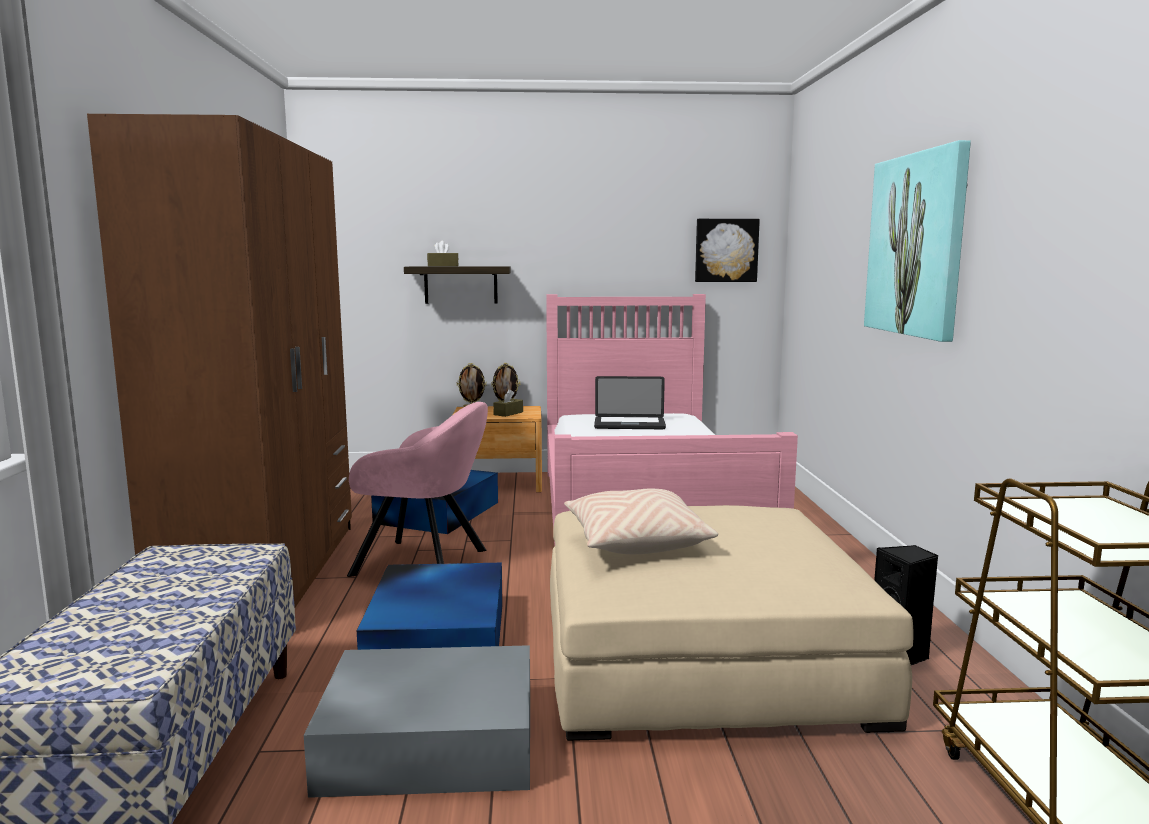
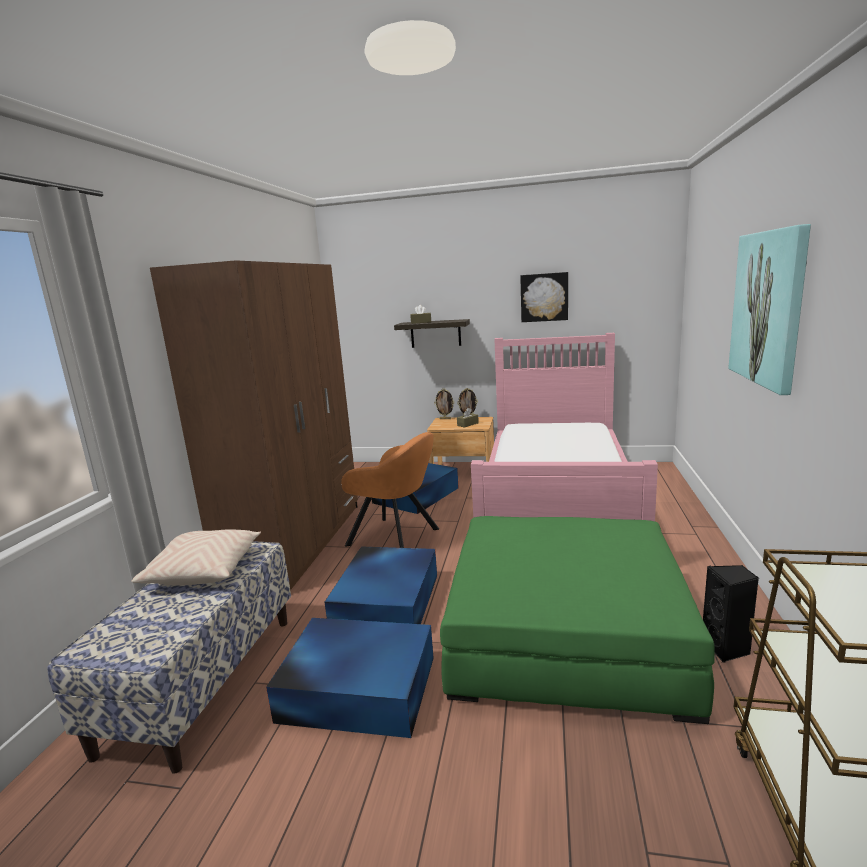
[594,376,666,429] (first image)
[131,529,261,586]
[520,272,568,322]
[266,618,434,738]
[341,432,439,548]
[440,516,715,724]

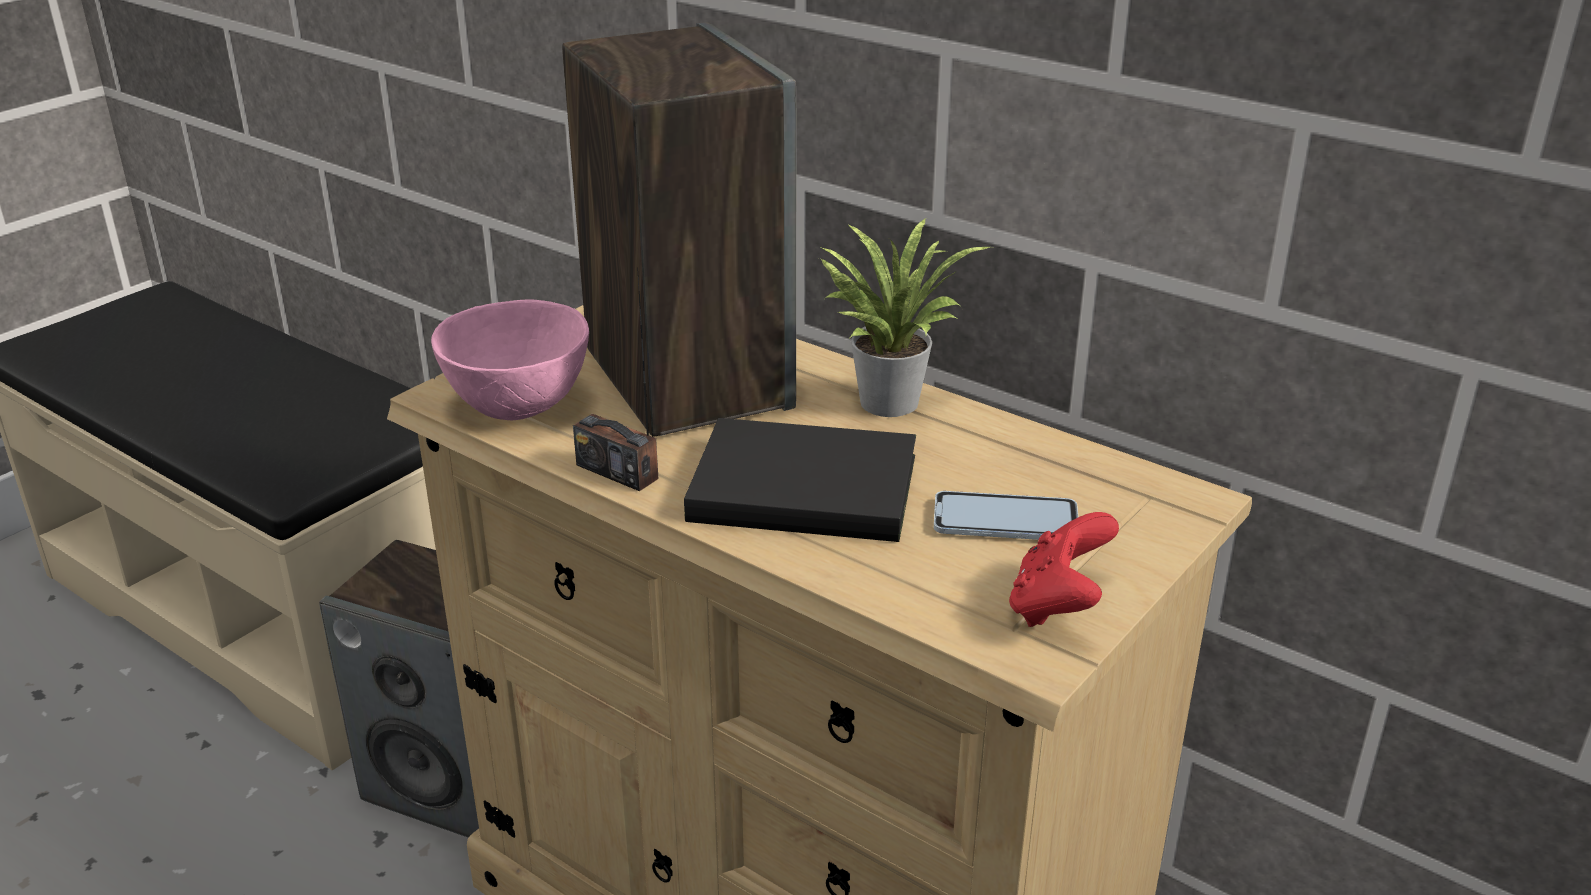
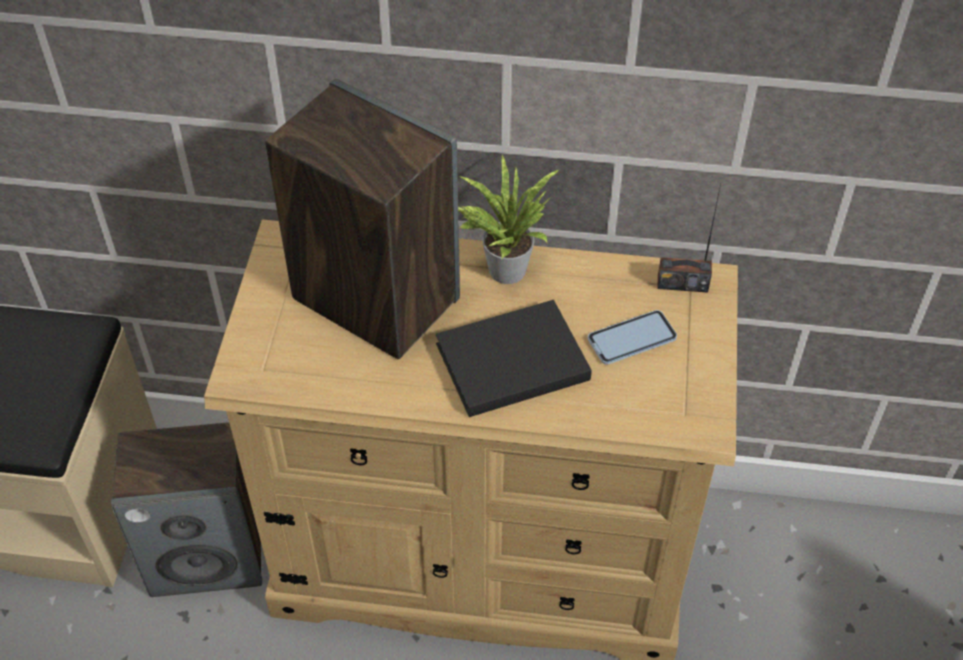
[431,299,589,420] (first image)
[1009,512,1119,627] (first image)
[658,184,721,293]

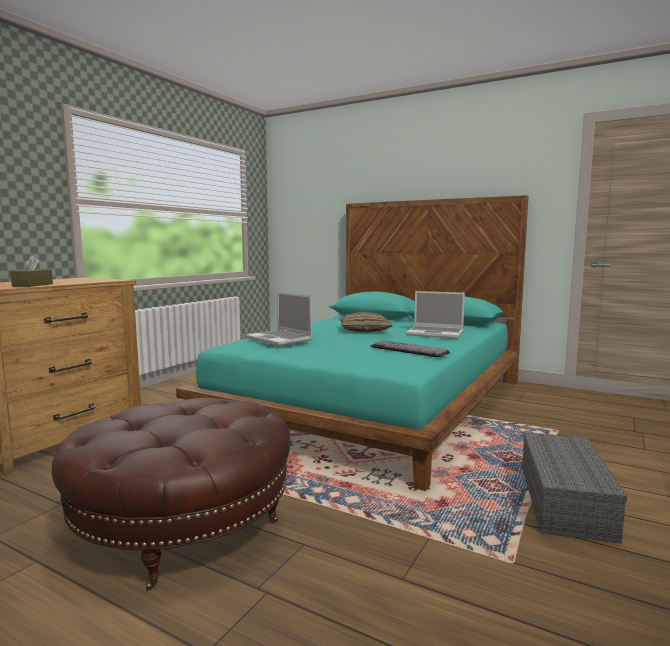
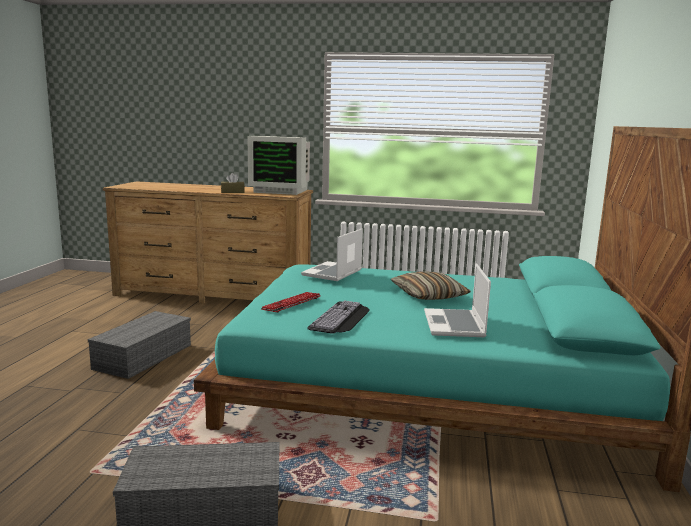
[247,136,310,195]
[261,292,321,313]
[88,311,191,379]

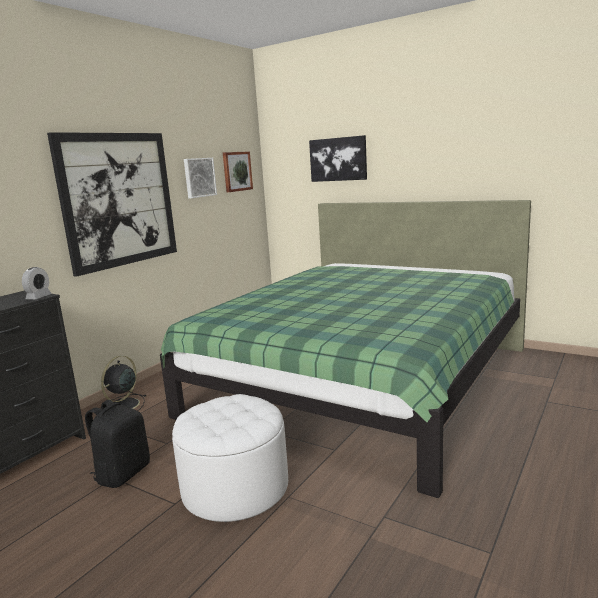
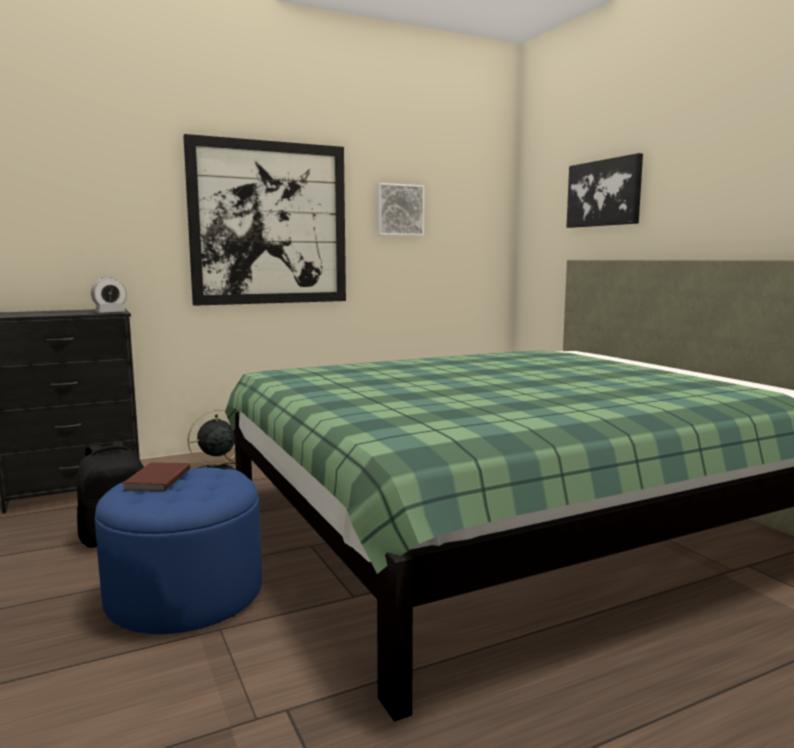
[223,151,253,192] (first image)
[122,462,190,492]
[95,467,262,634]

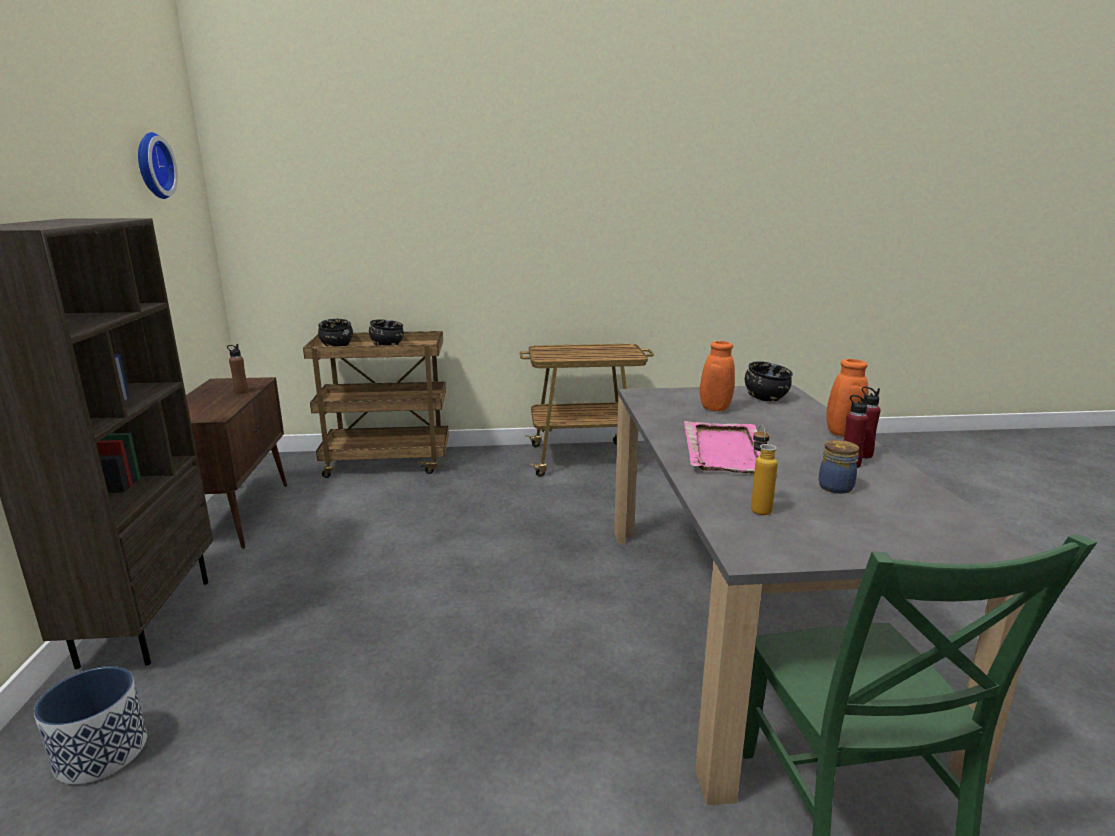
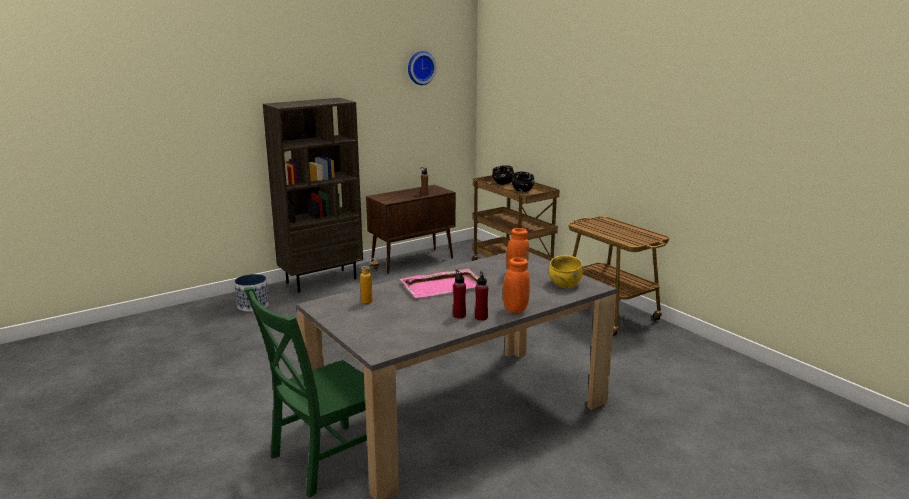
[819,440,859,494] (first image)
[549,255,583,288]

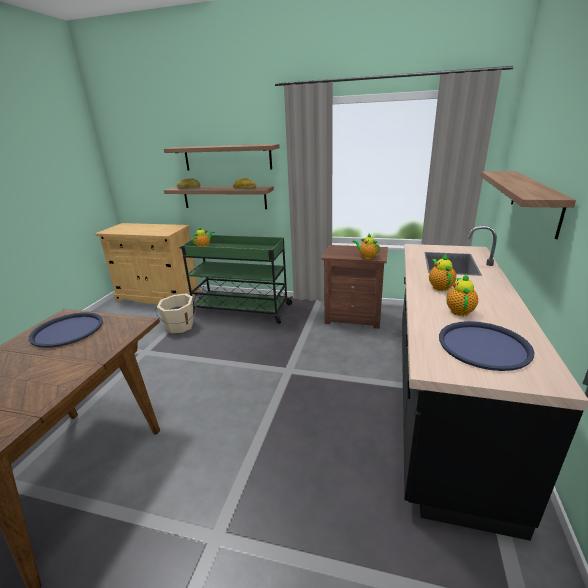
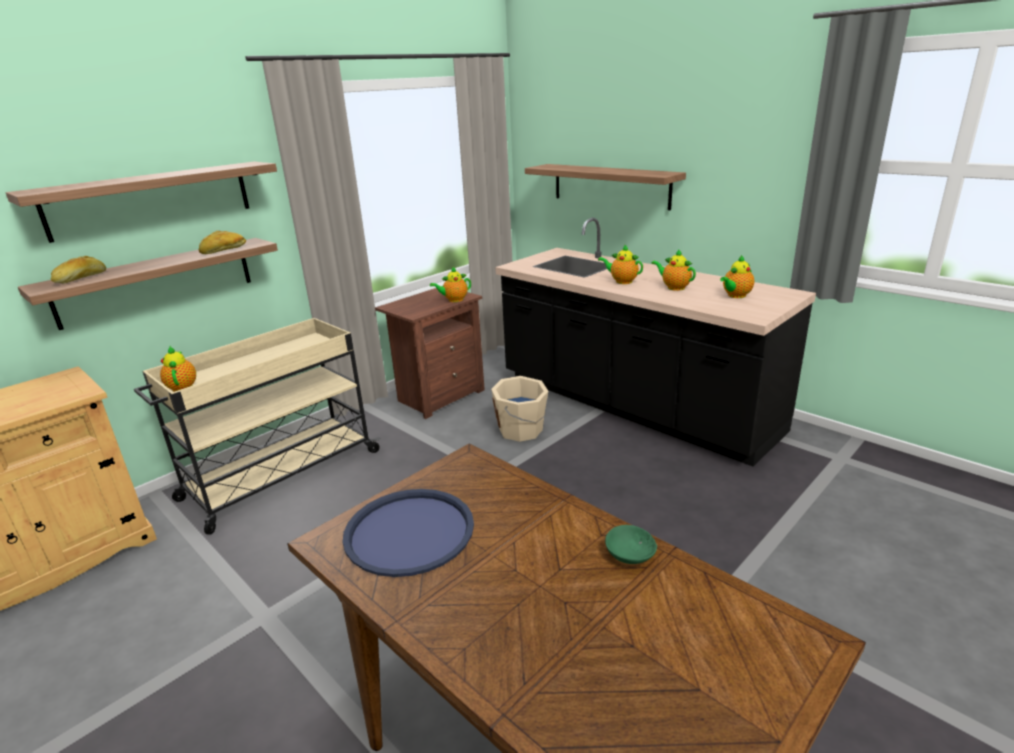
[605,525,657,564]
[491,376,548,442]
[720,255,755,298]
[134,318,380,535]

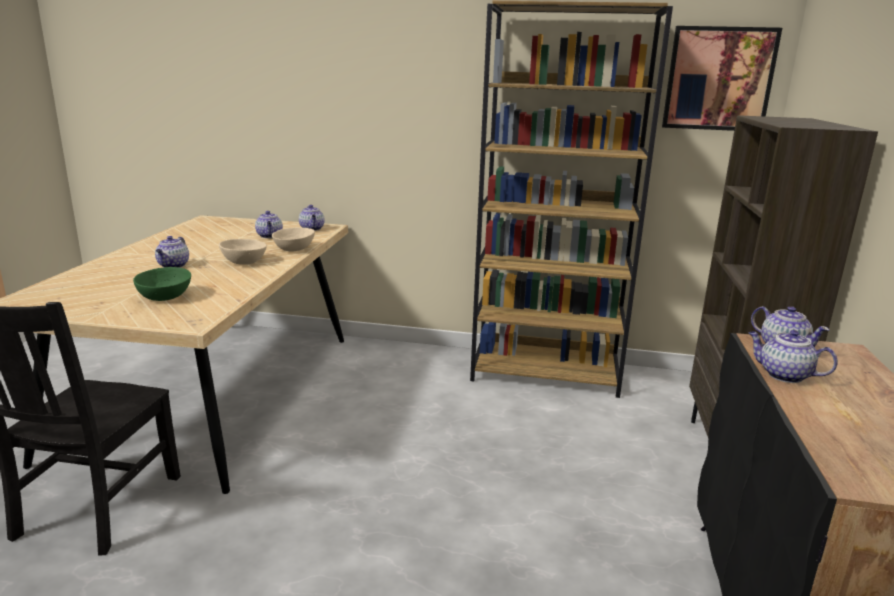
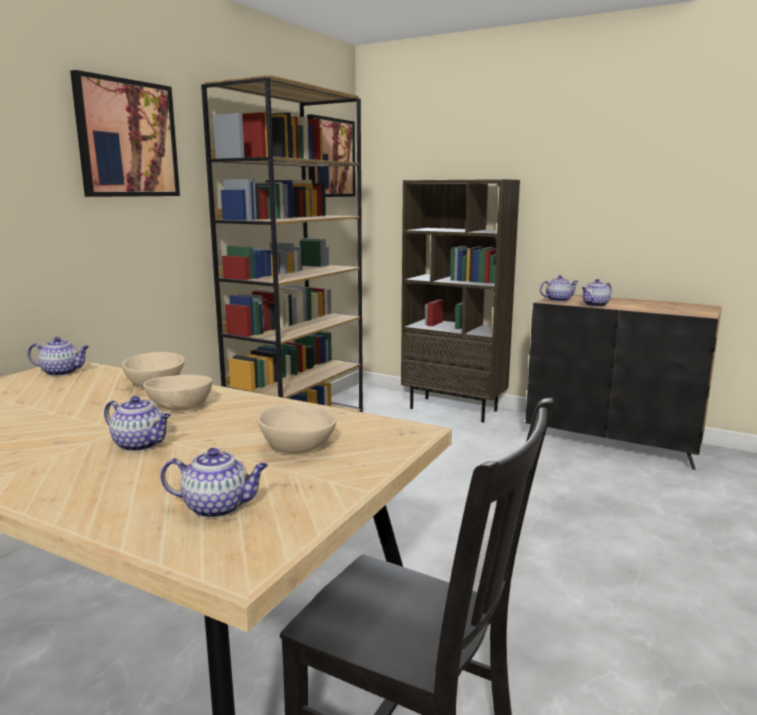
[70,70,180,197]
[161,448,268,518]
[257,403,337,454]

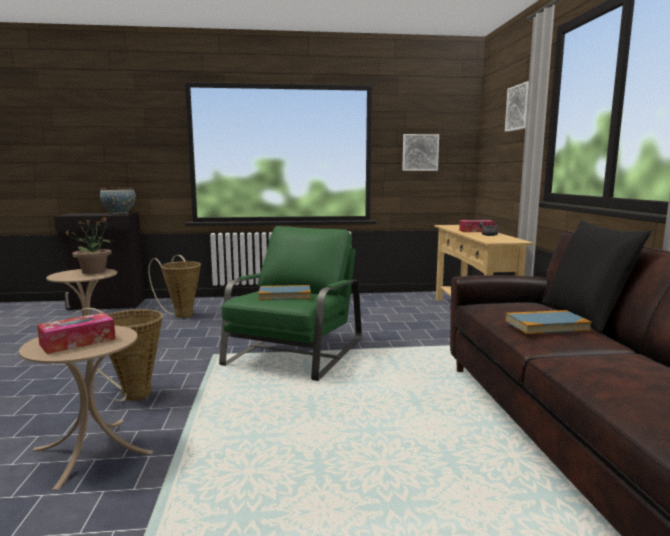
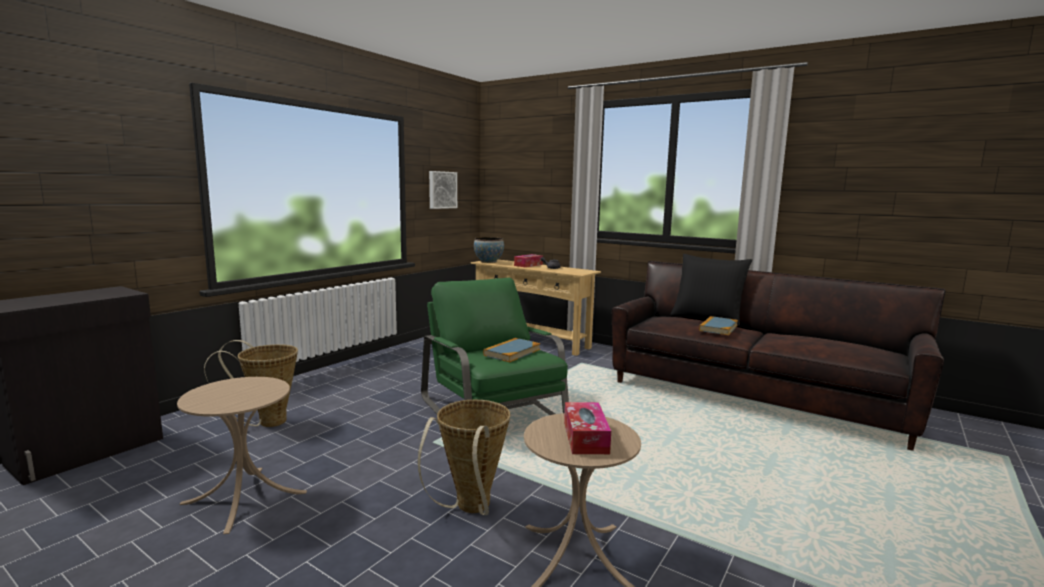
[66,216,117,274] (first image)
[505,81,529,132] (first image)
[474,237,504,263]

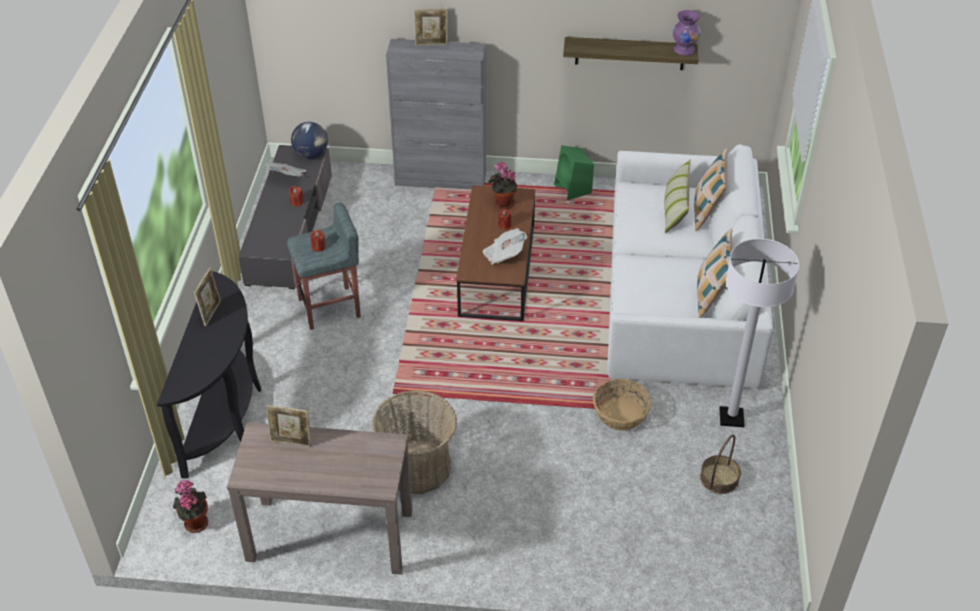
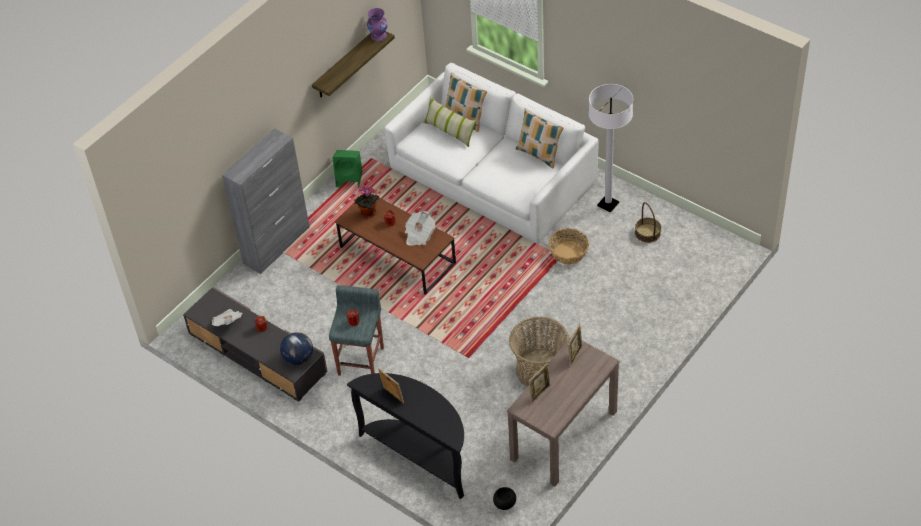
[280,332,313,365]
[568,324,582,367]
[493,487,516,510]

